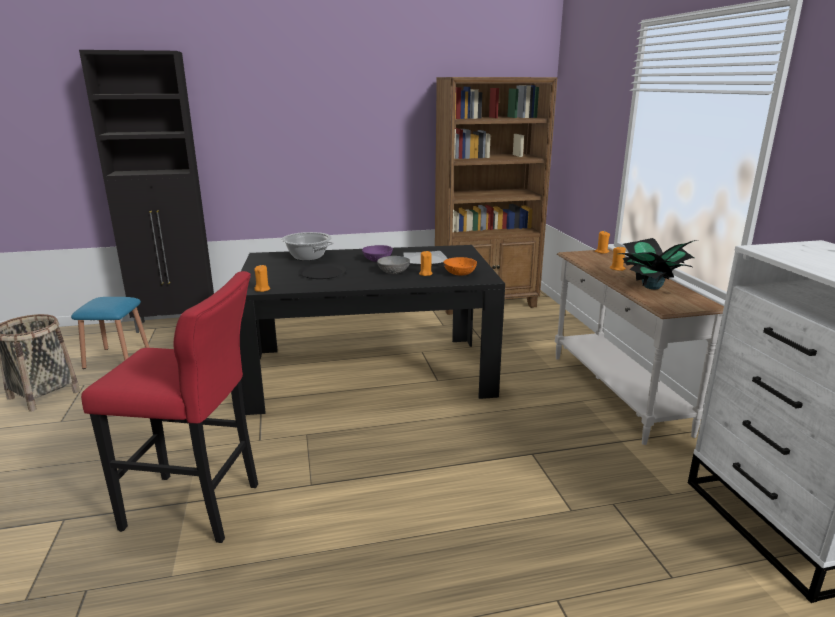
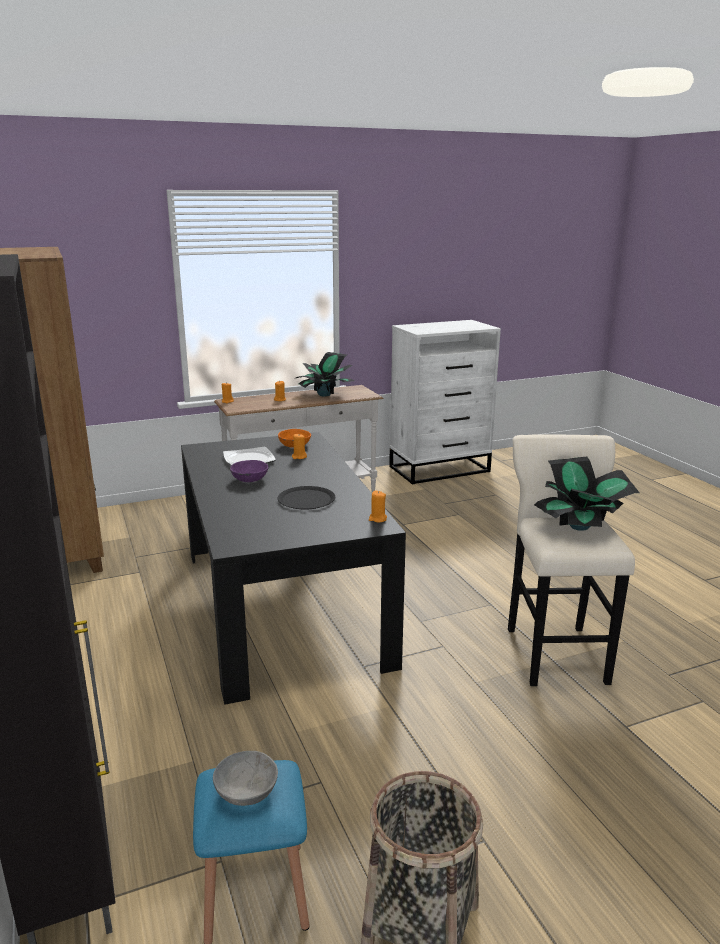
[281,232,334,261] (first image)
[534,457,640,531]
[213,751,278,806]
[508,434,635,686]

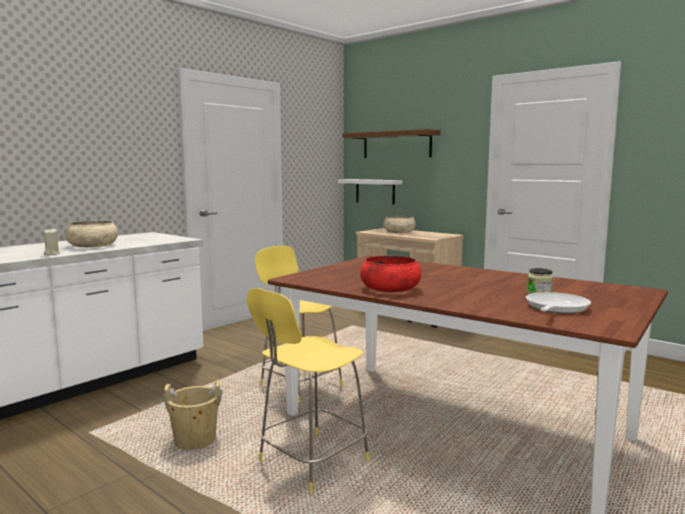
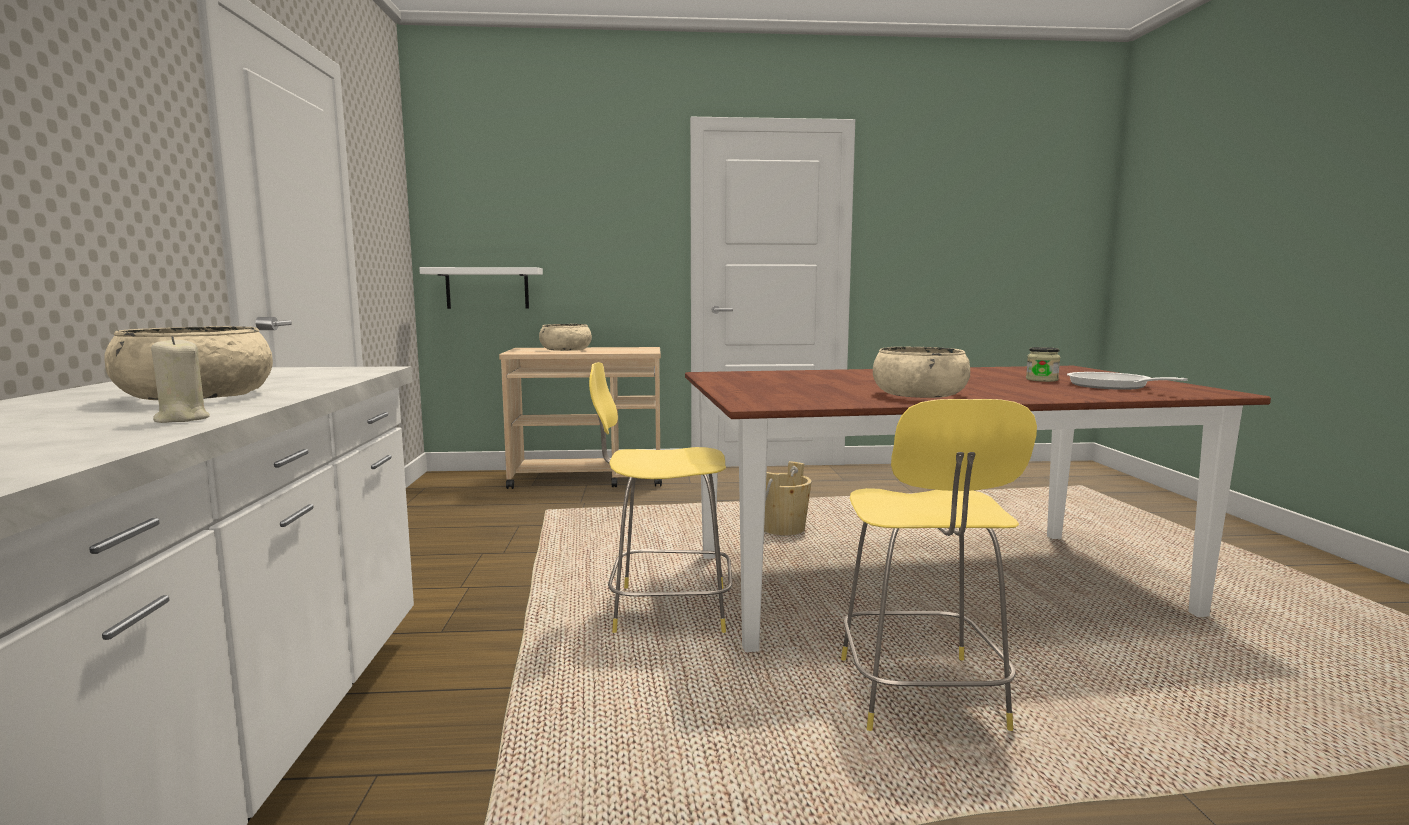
[343,129,441,158] (first image)
[764,461,812,535]
[873,347,970,398]

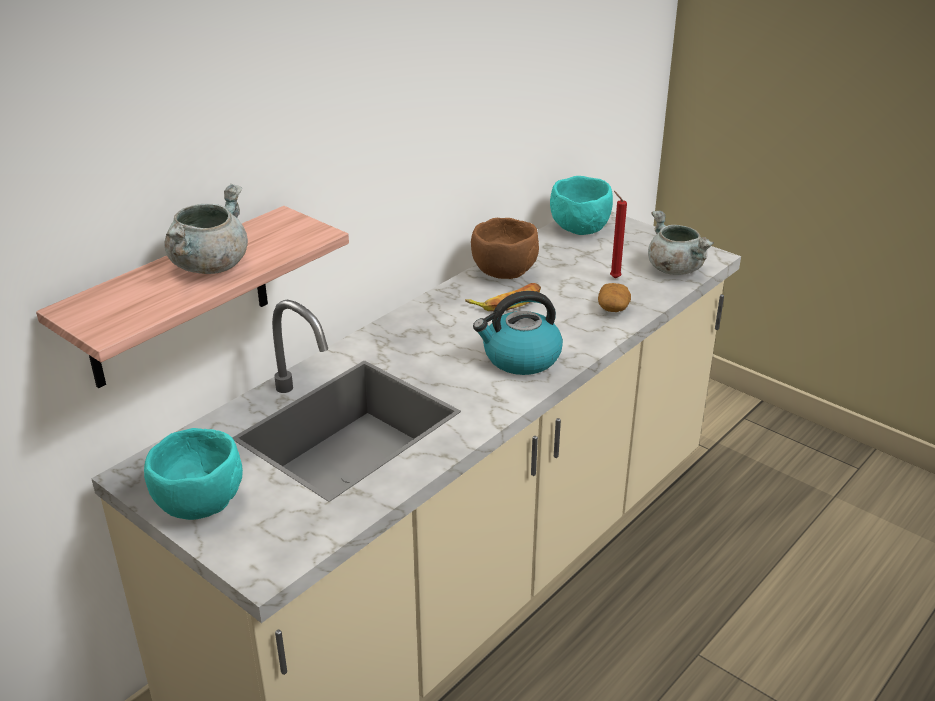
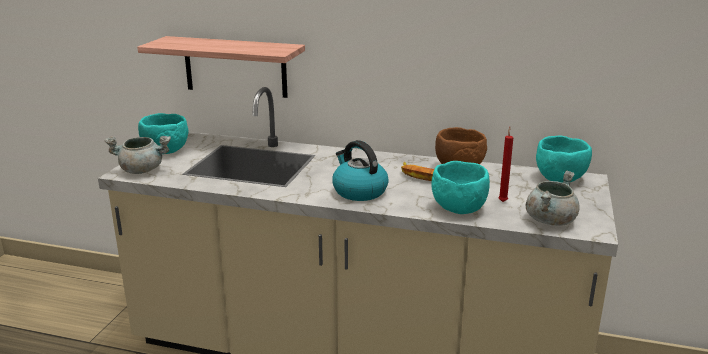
[104,136,171,174]
[431,161,490,214]

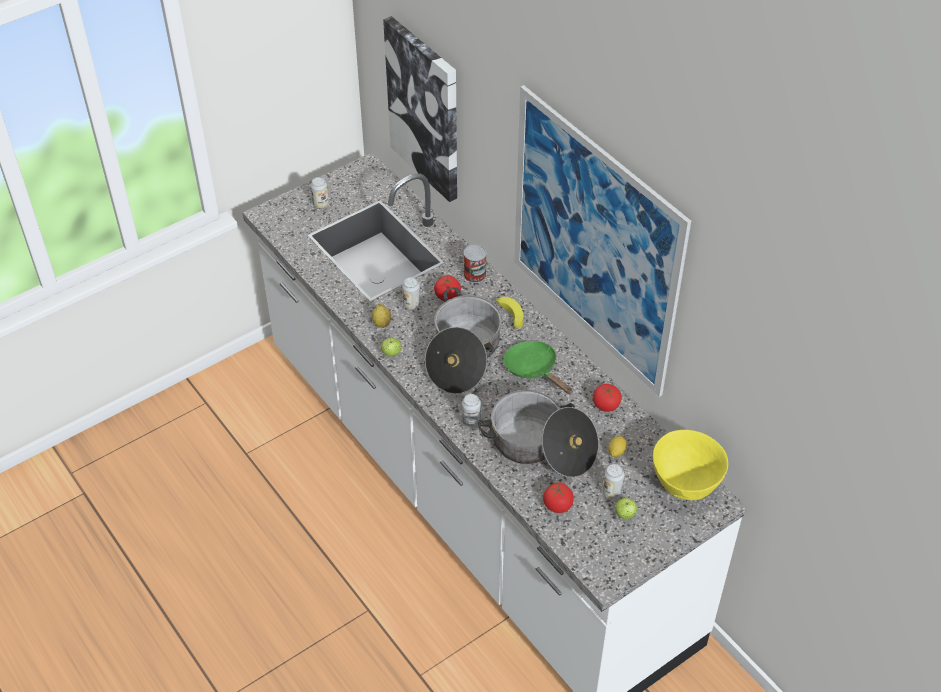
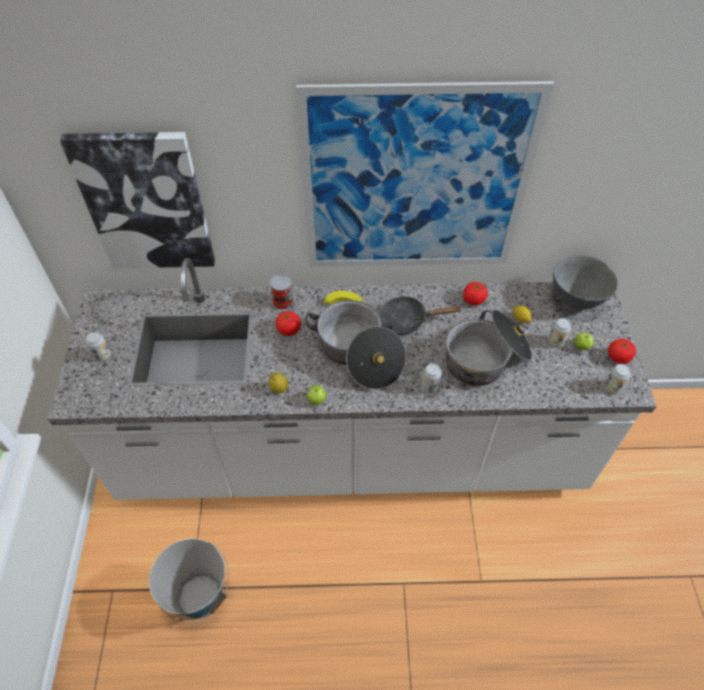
[149,538,229,621]
[605,364,631,394]
[608,339,636,364]
[379,296,461,335]
[553,255,618,310]

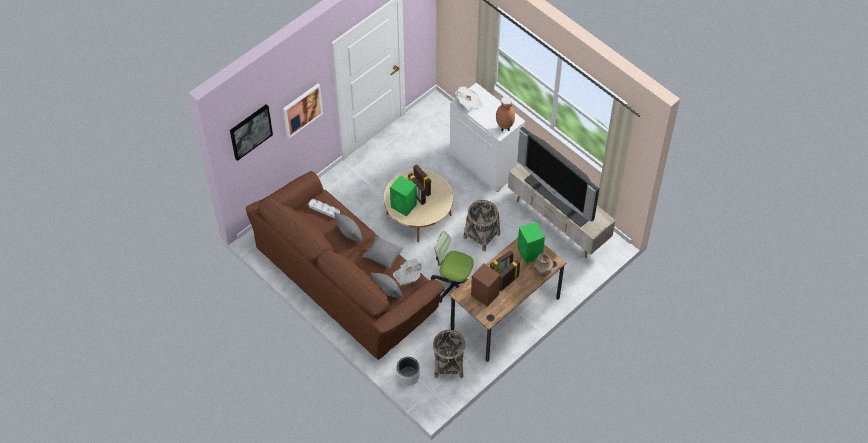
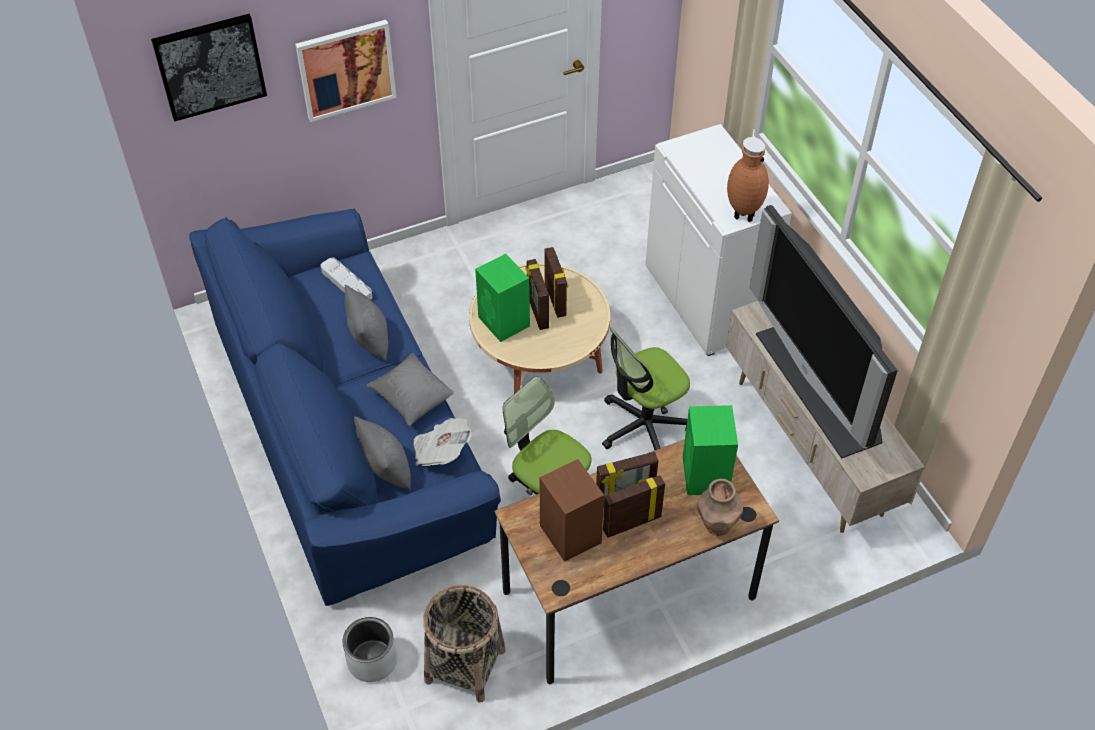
[455,86,483,109] (first image)
[602,328,690,450]
[189,209,501,606]

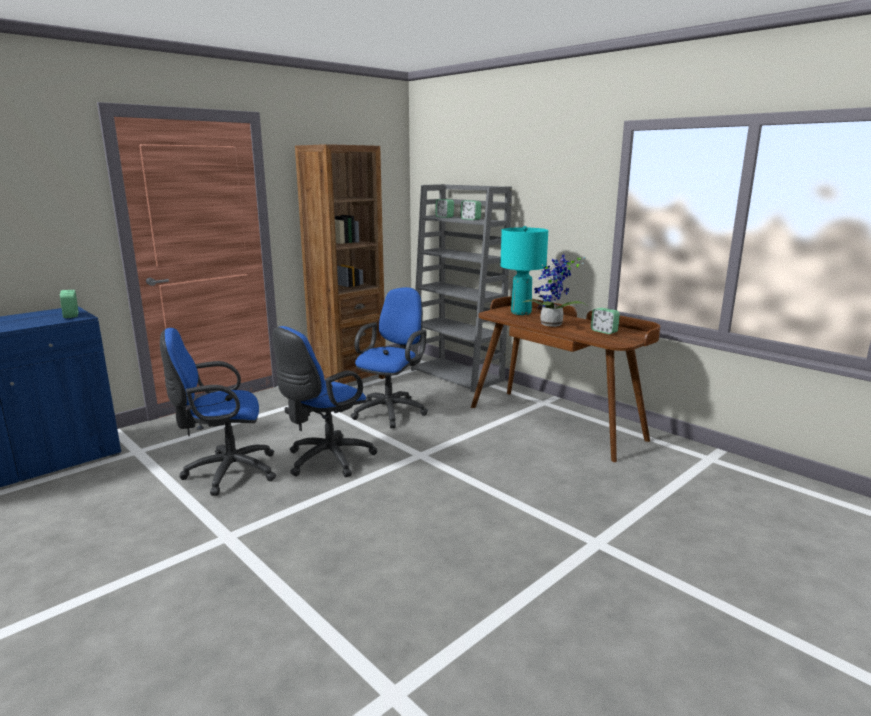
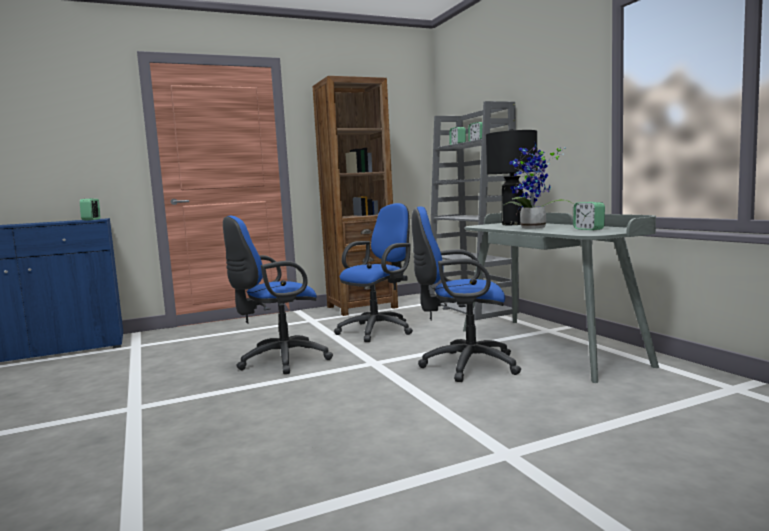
[411,206,521,382]
[463,213,659,383]
[486,129,538,225]

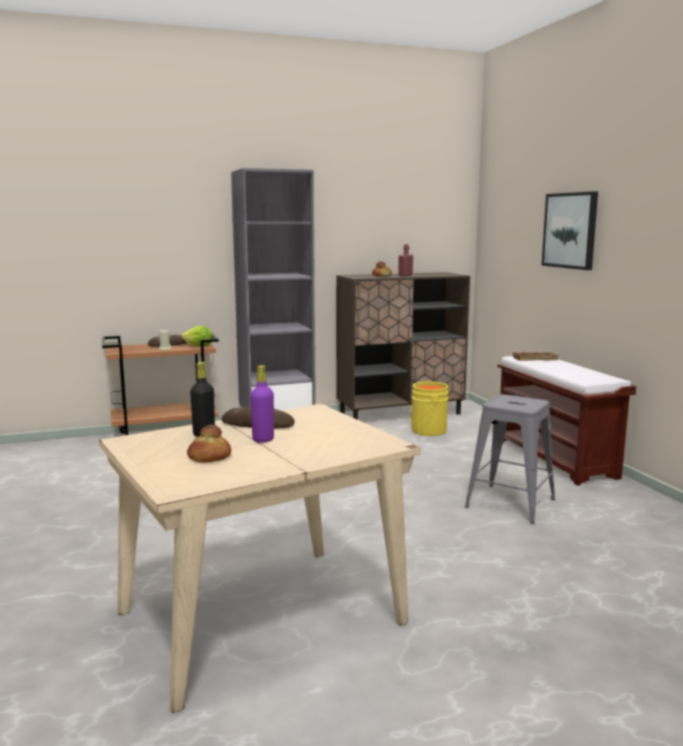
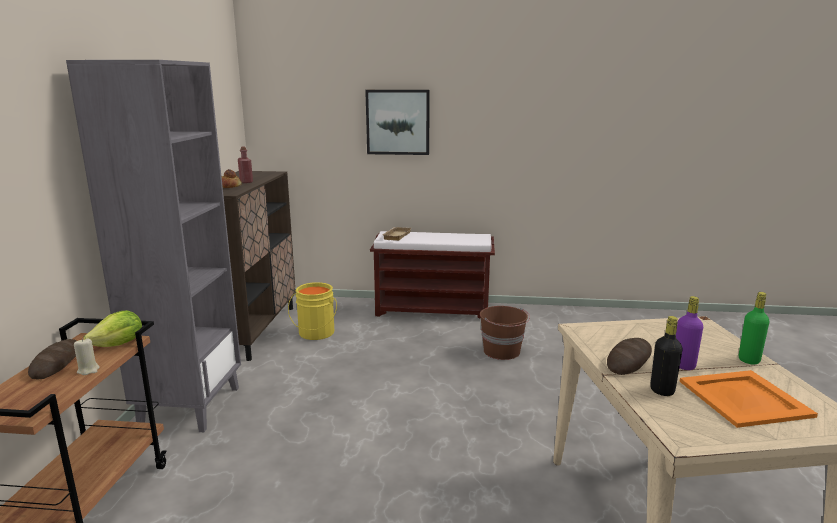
[739,292,769,364]
[679,370,818,428]
[480,306,530,360]

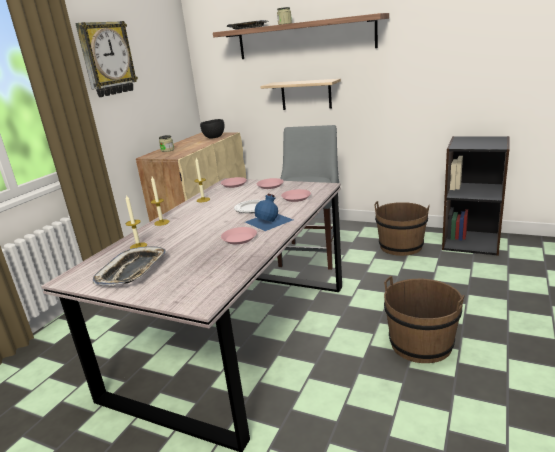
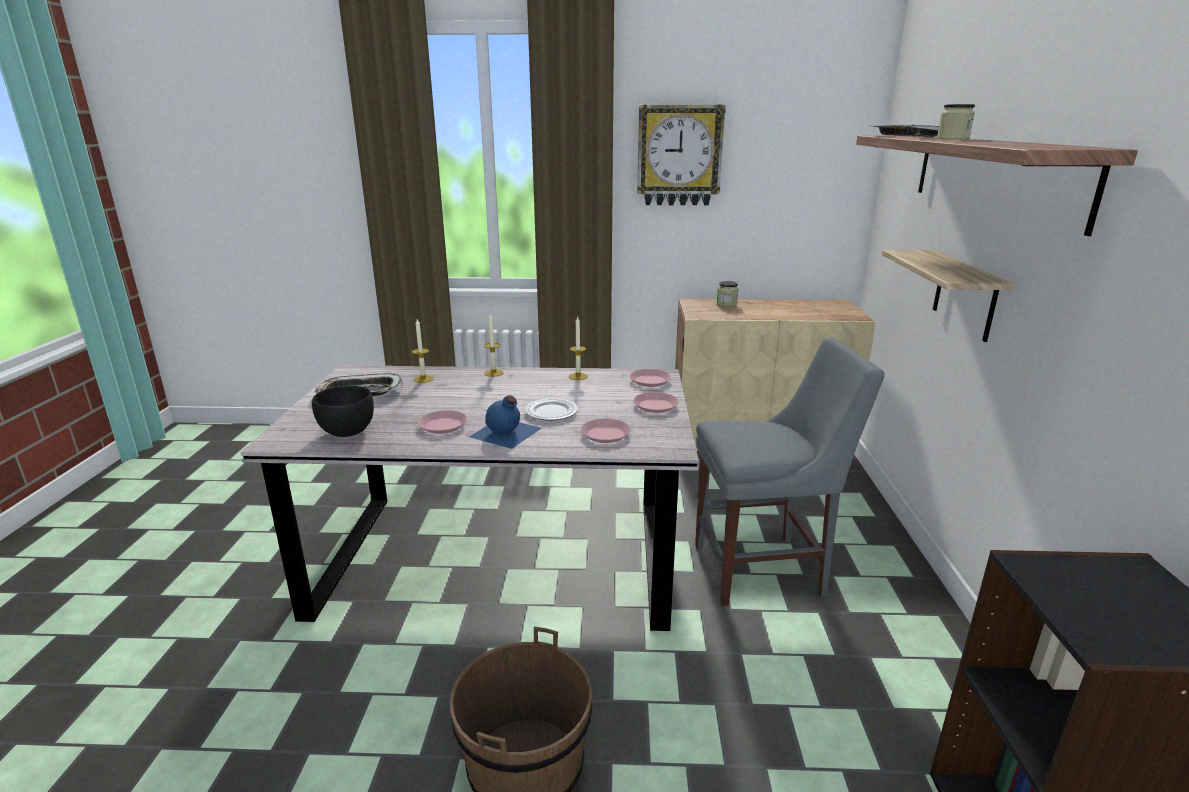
[374,201,430,256] (first image)
[312,386,374,437]

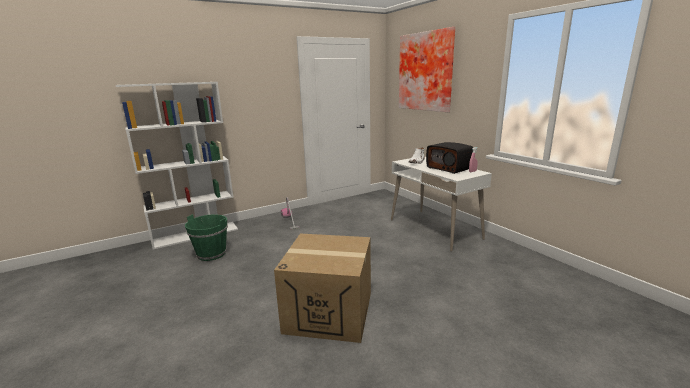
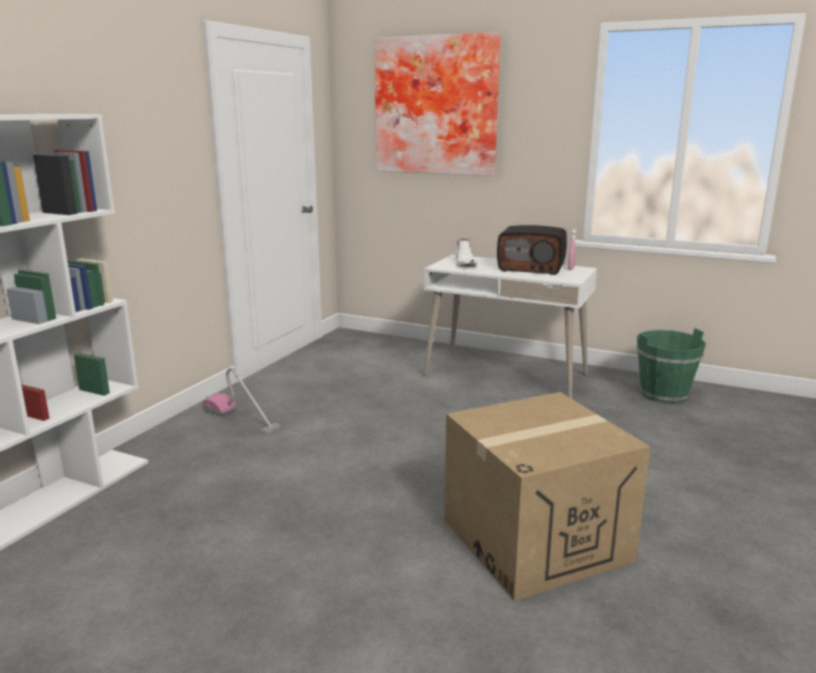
[636,328,706,404]

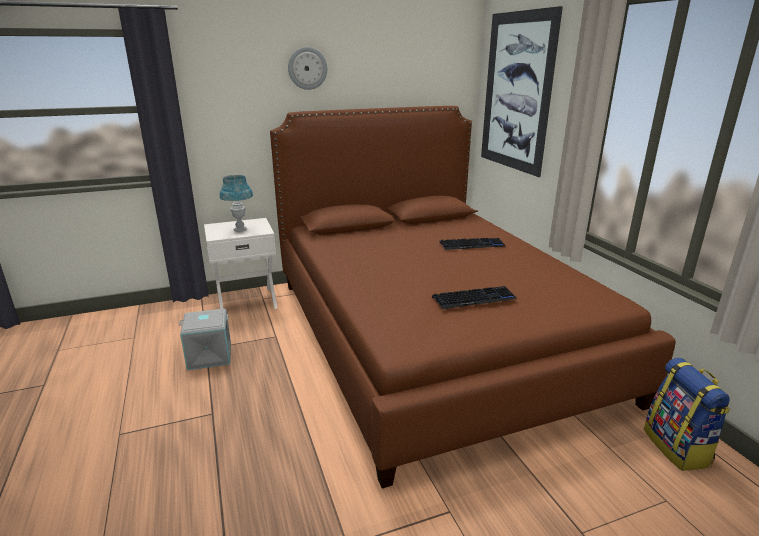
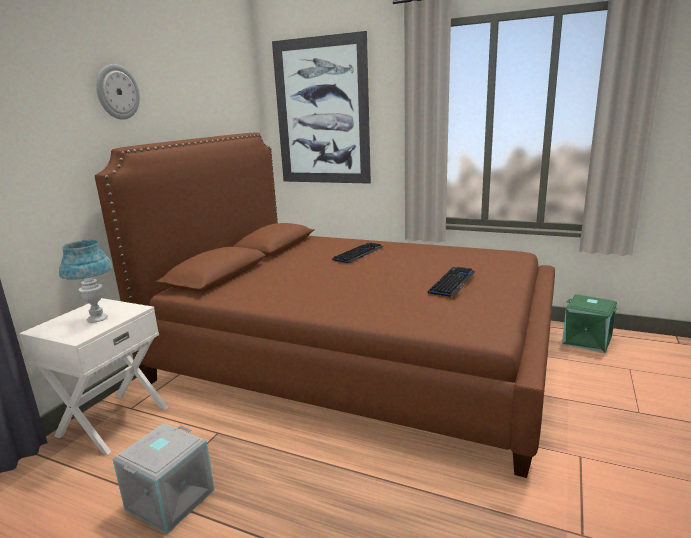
[562,294,617,353]

